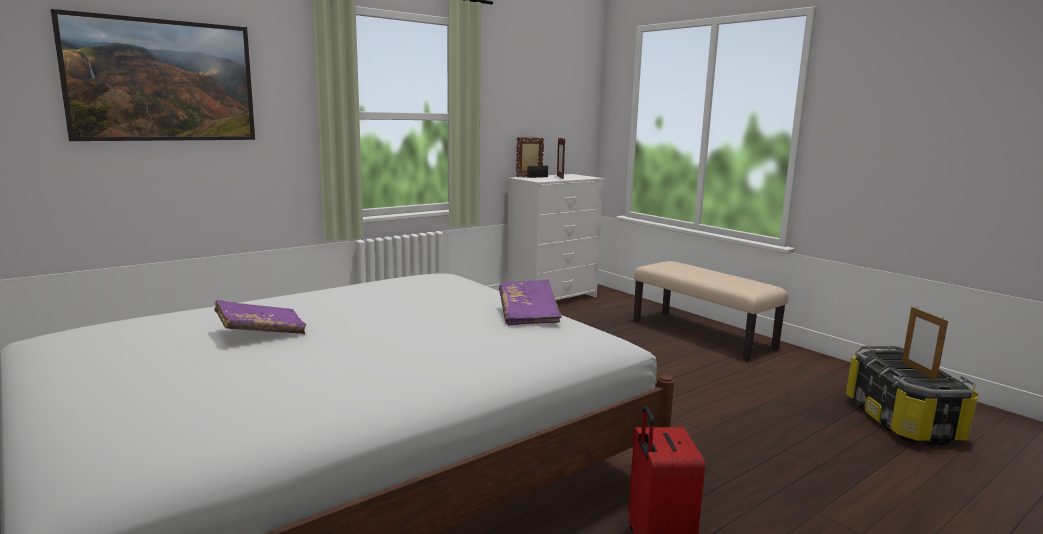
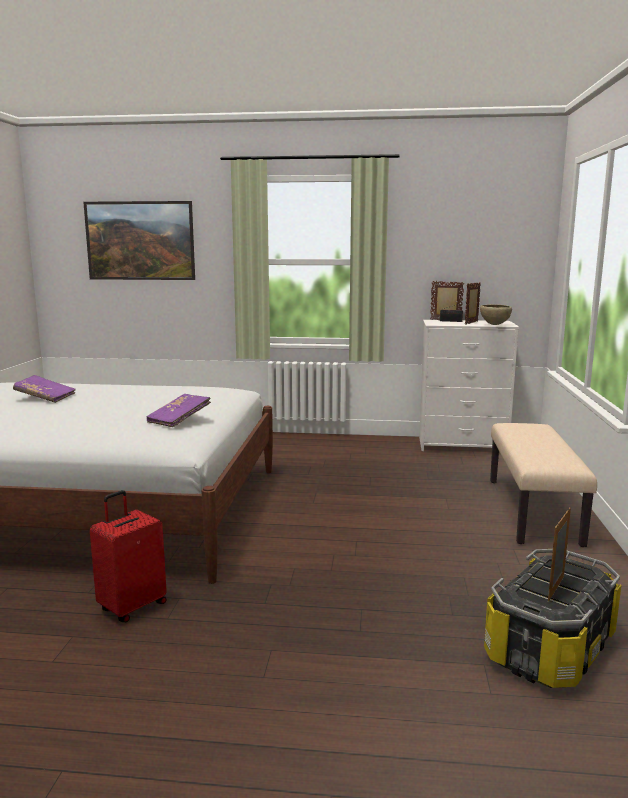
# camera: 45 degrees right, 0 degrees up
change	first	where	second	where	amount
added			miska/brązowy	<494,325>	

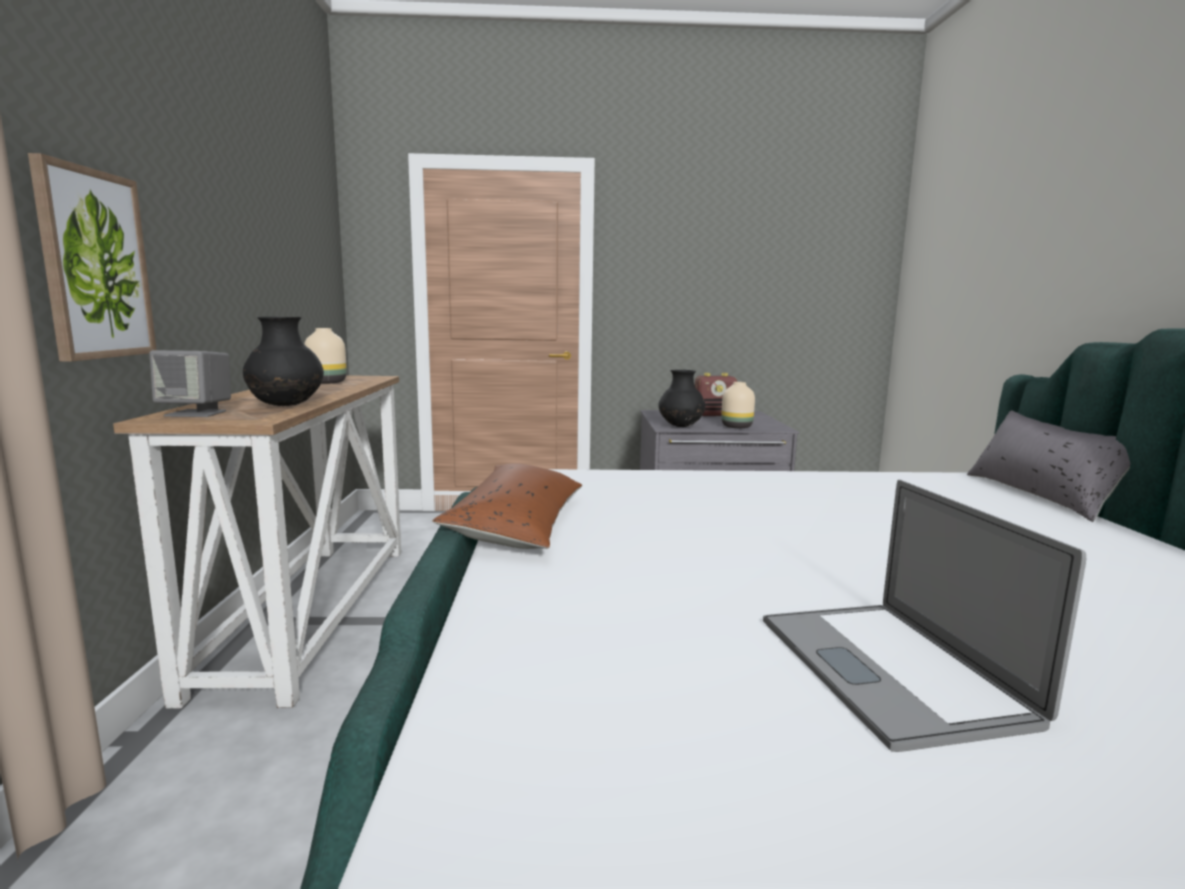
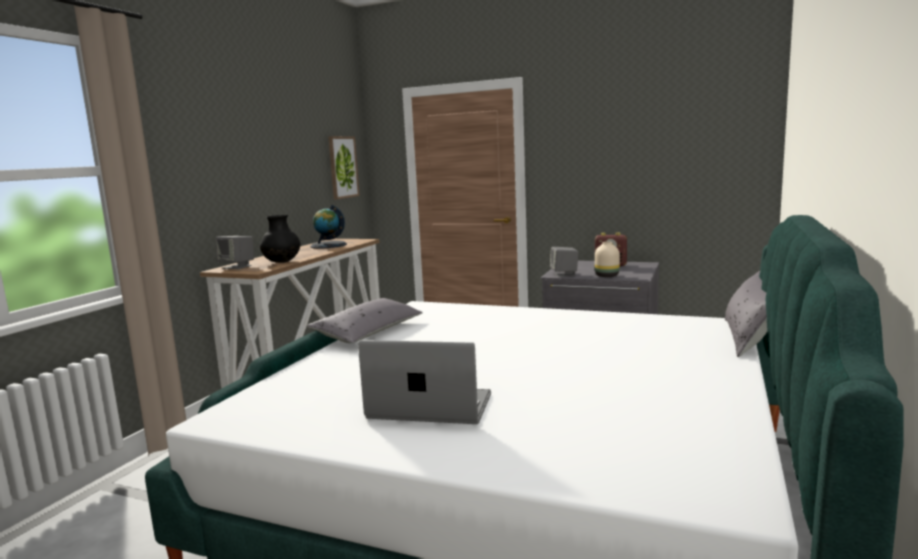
# camera: 25 degrees right, 0 degrees up
change	first	where	second	where	amount
moved	obraz	<94,265>		<343,167>	
replaced	wazon/beżowy	<326,383>	globus	<328,245>	
recoloured	poduszka/brązowy	<518,524>	poduszka/szary	<368,332>	
replaced	wazon/czarny	<681,426>	głośnik/szary	<564,275>	
turned	laptop	<889,668>		<430,406>	90 degrees clockwise

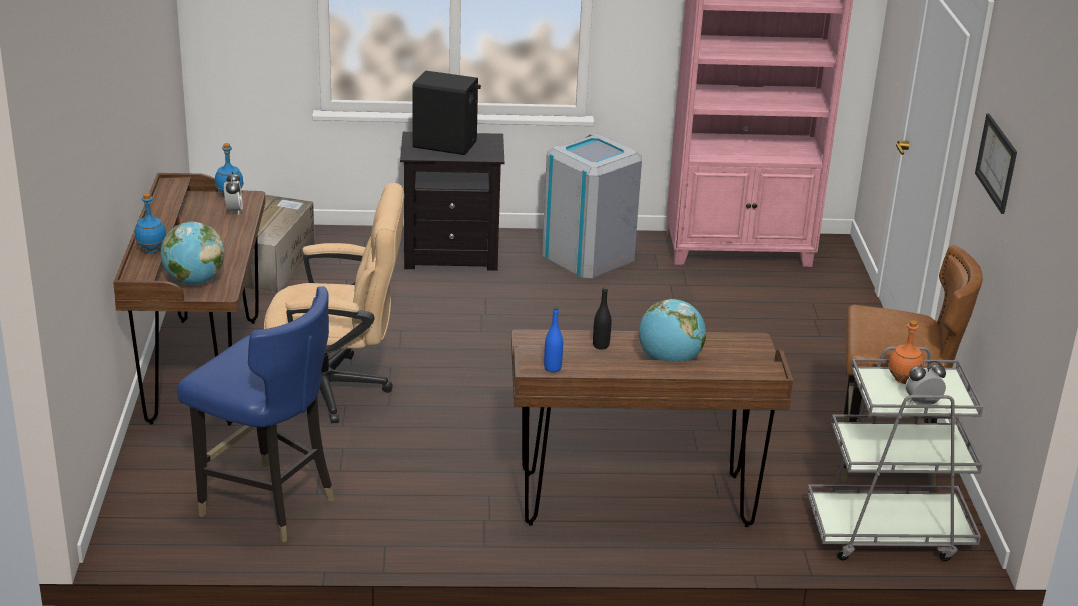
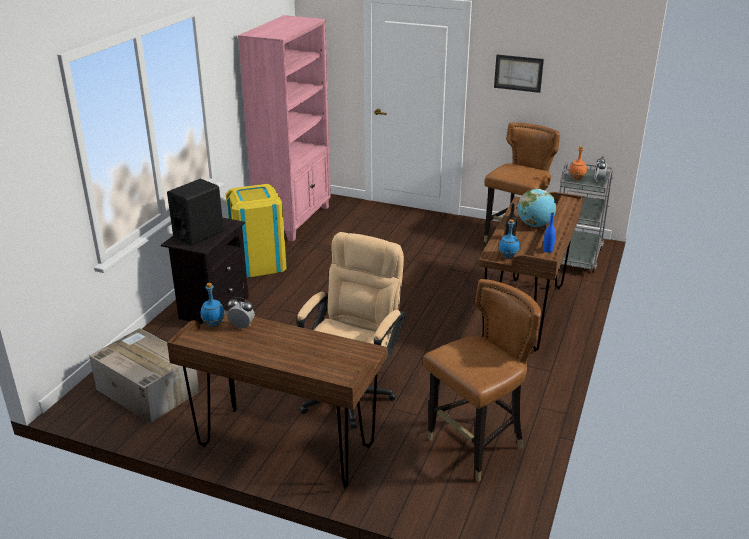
# camera: 65 degrees left, 0 degrees up
change	first	where	second	where	amount
moved	butelka/niebieski	<151,250>		<508,257>	
removed	globus	<194,281>			
recoloured	krzesło/niebieski	<267,504>	krzesło/brązowy	<476,447>	
recoloured	kosz na śmieci/szary	<588,256>	kosz na śmieci/żółty	<259,263>	

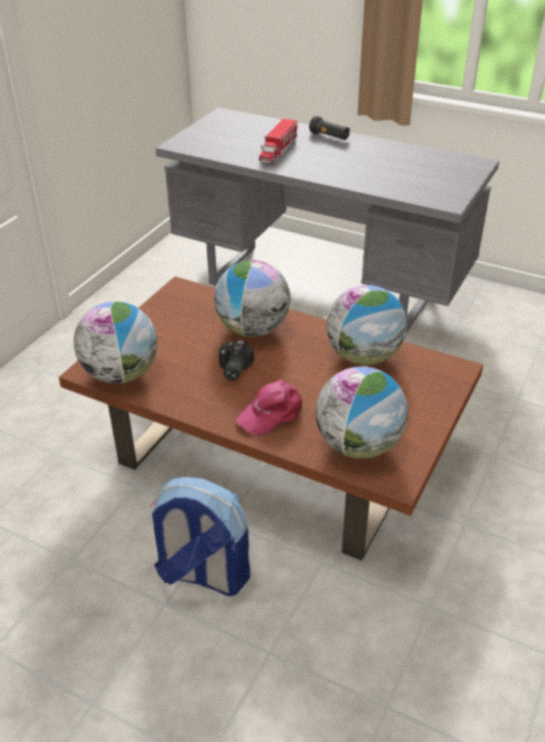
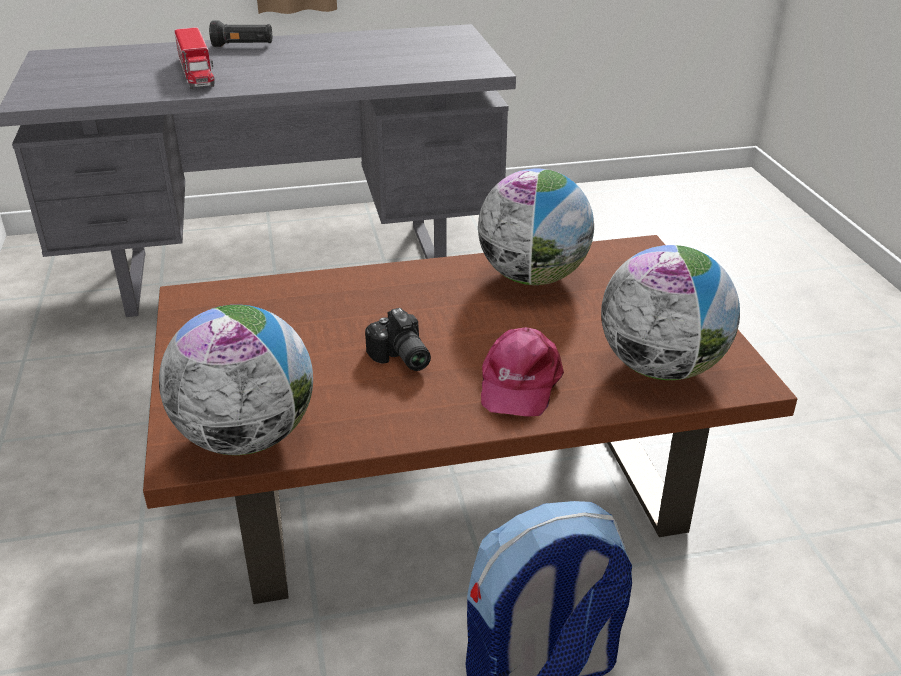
# camera: 40 degrees left, 5 degrees down
change	first	where	second	where	amount
removed	globus	<252,329>			

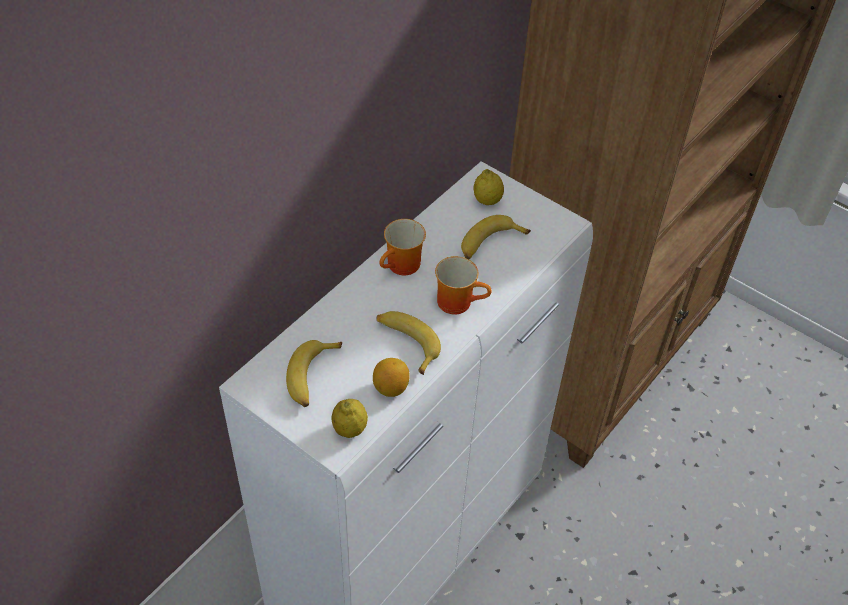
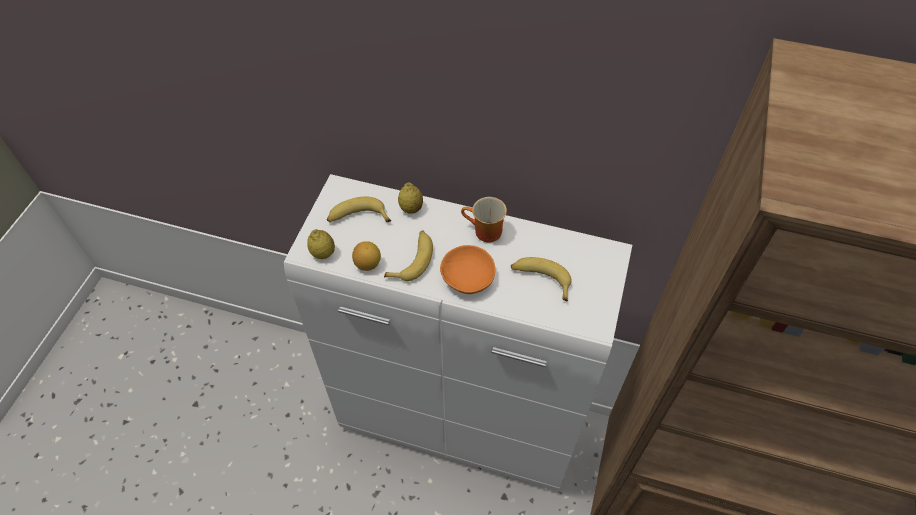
# camera: 70 degrees right, 5 degrees up
change	first	where	second	where	amount
replaced	kubek	<459,301>	miska/pomarańczowy	<469,278>	
moved	cytryna	<487,201>		<411,208>	

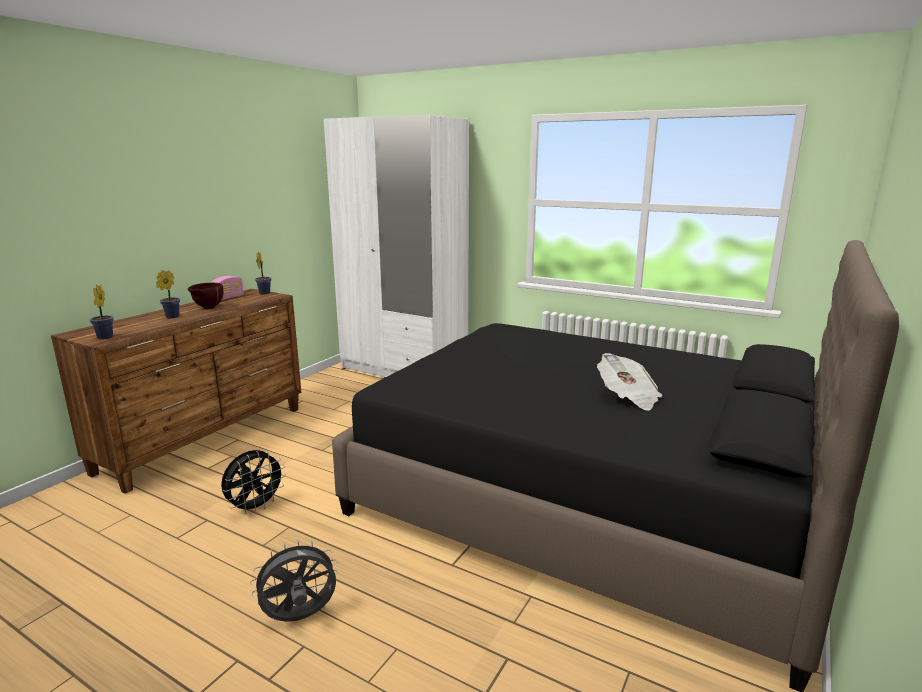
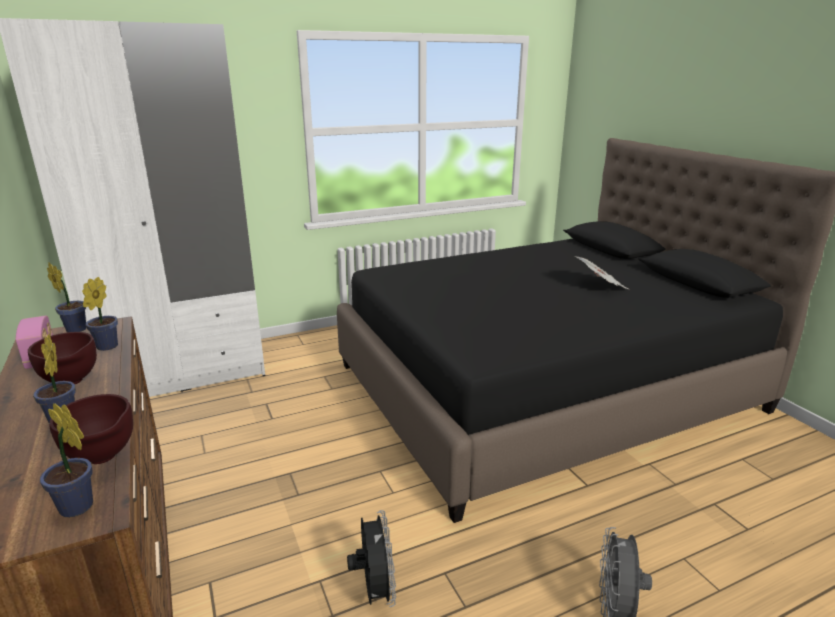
# camera: 55 degrees left, 5 degrees up
change	first	where	second	where	amount
added			miska/brązowy	<103,459>	
added			roślina doniczkowa	<105,347>	

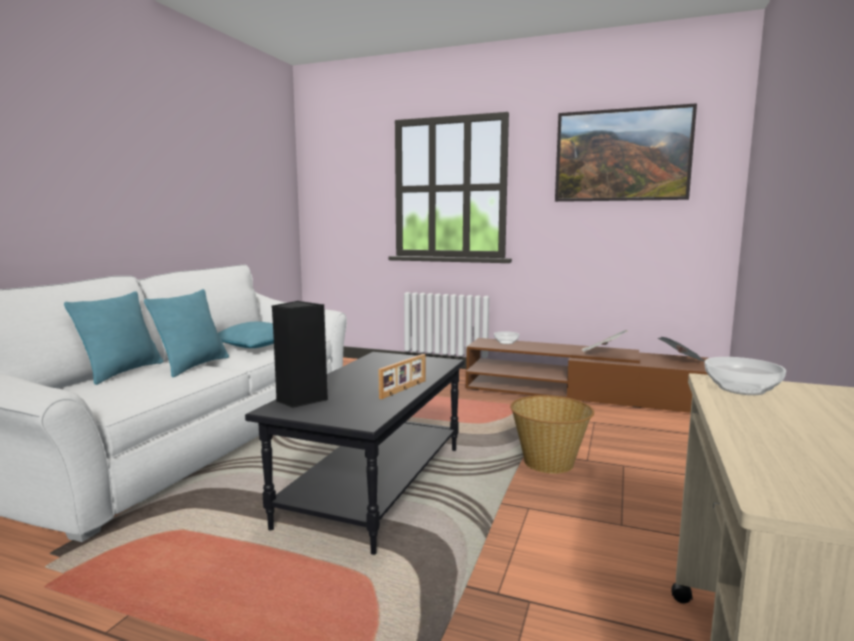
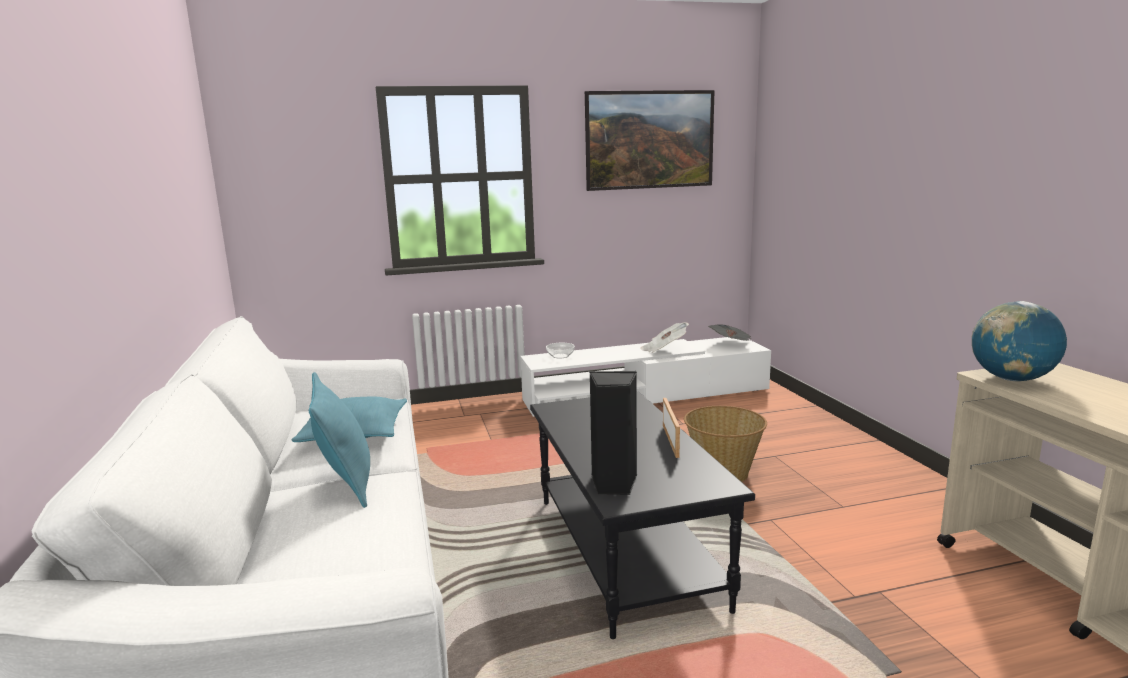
# camera: 35 degrees left, 5 degrees up
change	first	where	second	where	amount
removed	poduszka/turkusowy	<122,372>			
recoloured	szafka pod telewizor/brązowy	<581,394>	szafka pod telewizor/biały	<646,395>	
replaced	miska	<740,389>	globus	<1012,379>	

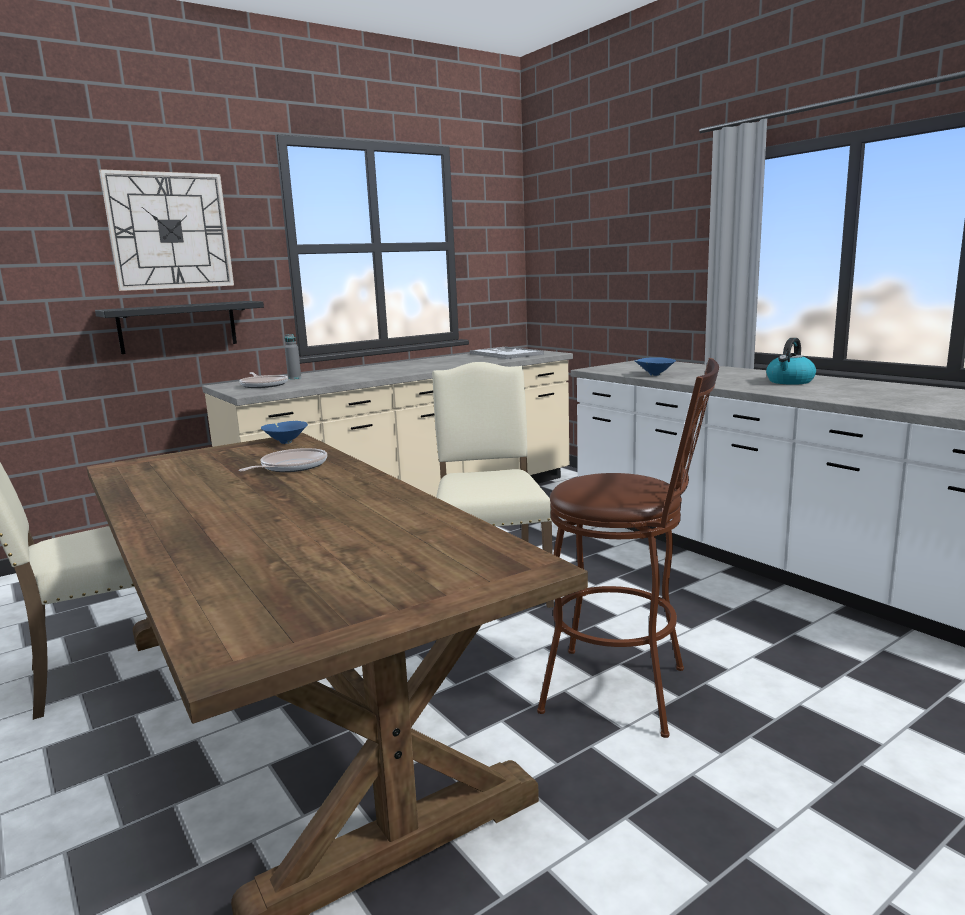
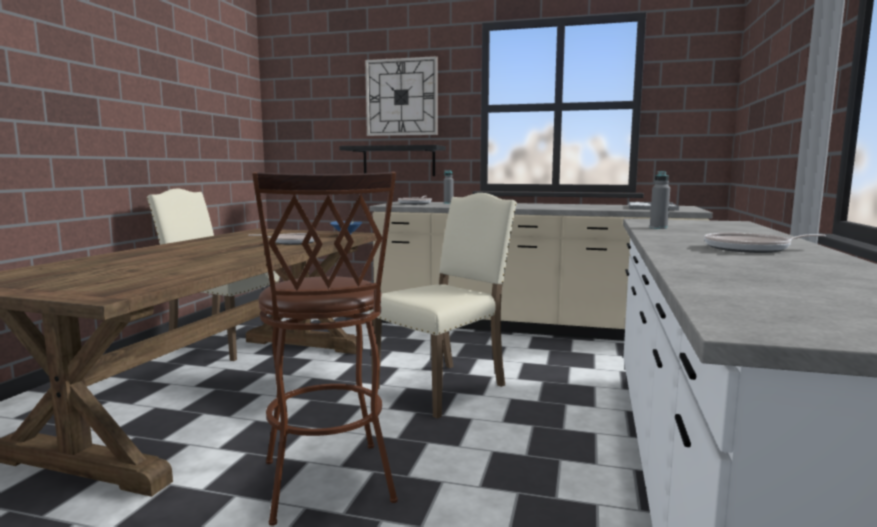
# camera: 50 degrees right, 5 degrees down
change	first	where	second	where	amount
replaced	miska/niebieski	<653,375>	butelka/szary	<658,228>	
replaced	czajnik	<790,381>	patelnia	<750,249>	

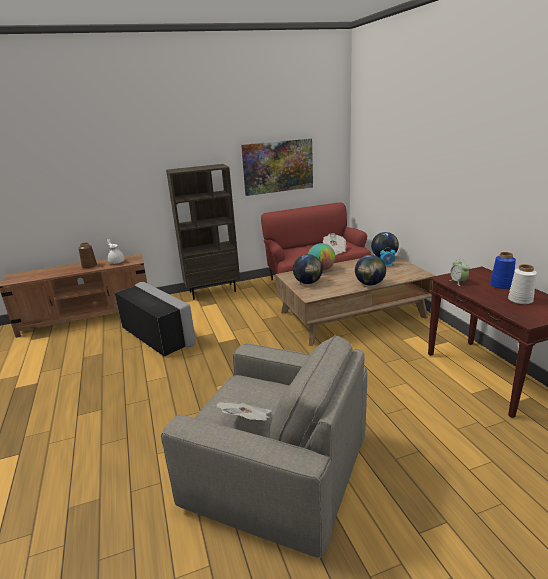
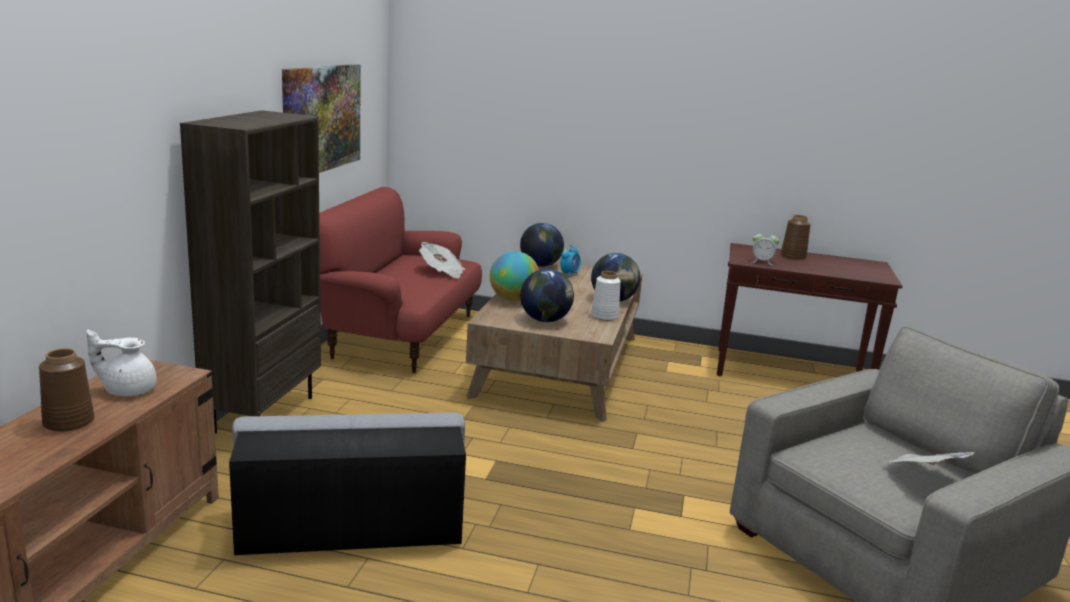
# camera: 60 degrees left, 5 degrees down
change	first	where	second	where	amount
recoloured	wazon/niebieski	<501,285>	wazon/brązowy	<792,256>	
moved	wazon/biały	<520,300>		<605,316>	

